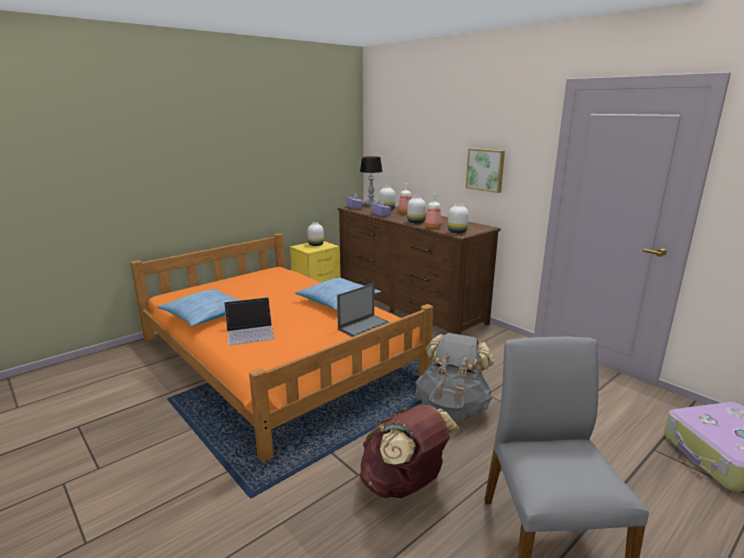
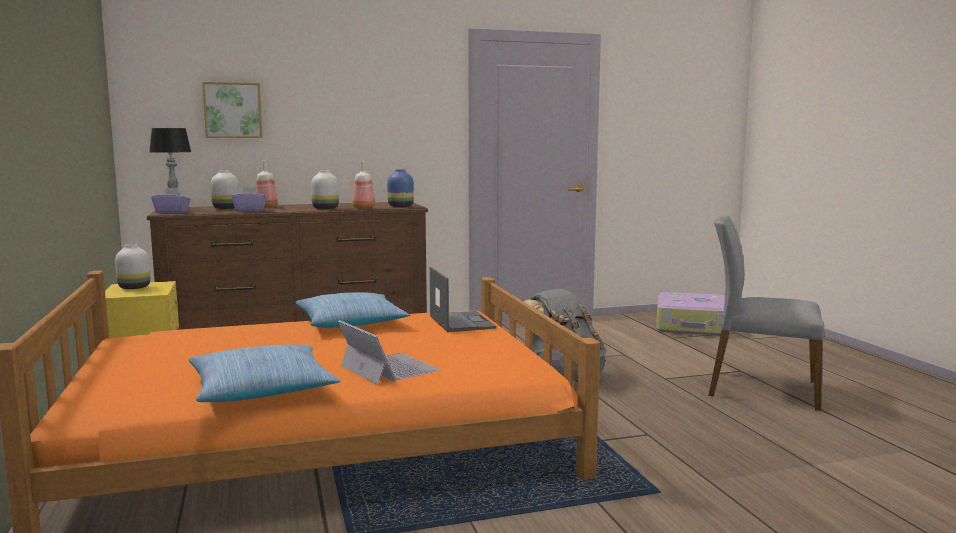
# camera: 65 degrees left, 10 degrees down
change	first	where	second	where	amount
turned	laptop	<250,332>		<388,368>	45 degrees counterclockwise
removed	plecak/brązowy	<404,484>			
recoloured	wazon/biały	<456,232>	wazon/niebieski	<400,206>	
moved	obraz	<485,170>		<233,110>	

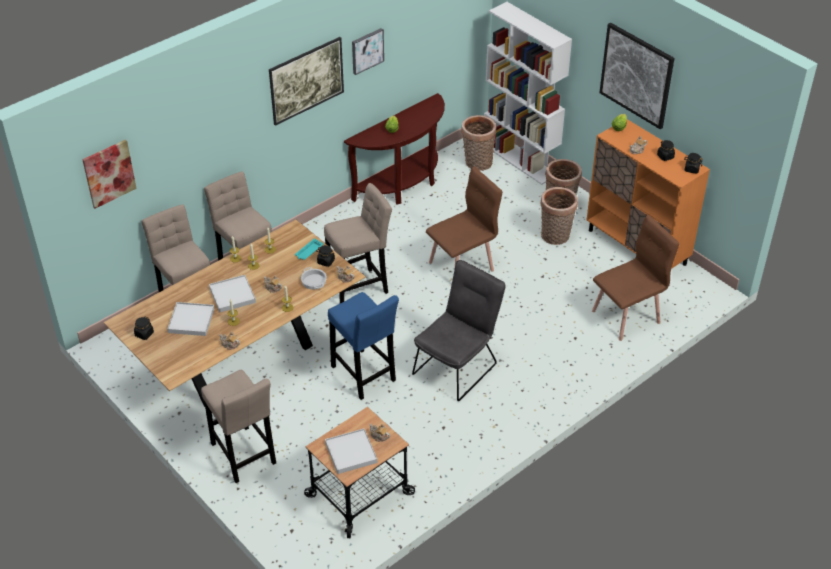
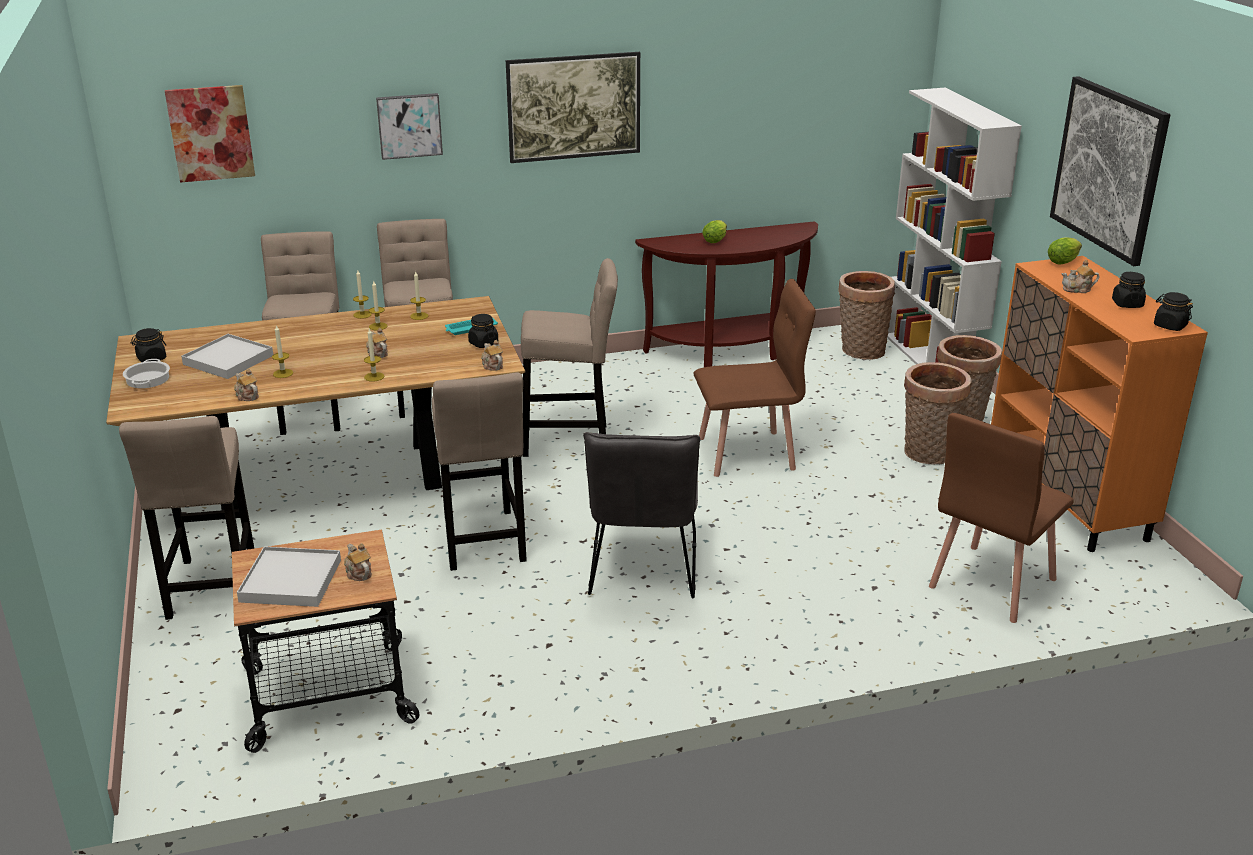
# camera: 25 degrees right, 15 degrees down
change	first	where	second	where	amount
removed	taca/biały	<232,295>			
moved	garnek	<313,281>		<147,379>	
recoloured	stołek/niebieski	<364,376>	stołek/beżowy	<483,543>	
moved	obraz	<367,50>		<409,125>	
turned	krzesło/szary	<458,366>		<642,570>	120 degrees clockwise
turned	krzesło/brązowy	<626,316>		<991,583>	135 degrees clockwise

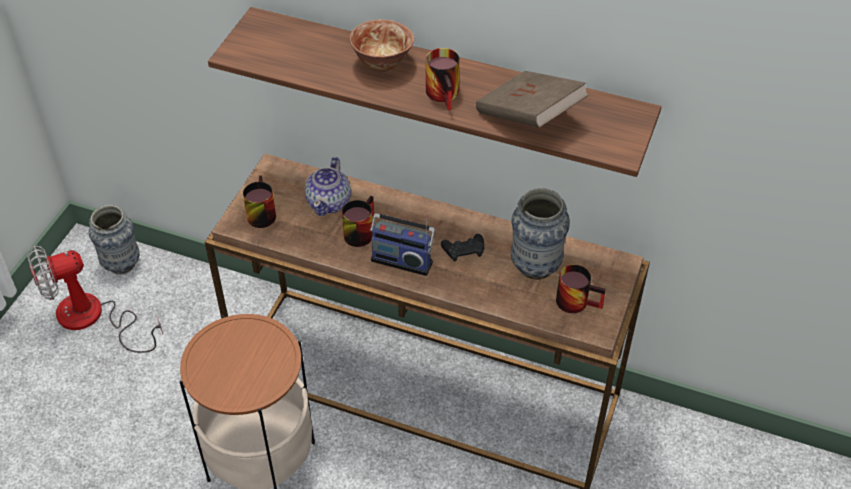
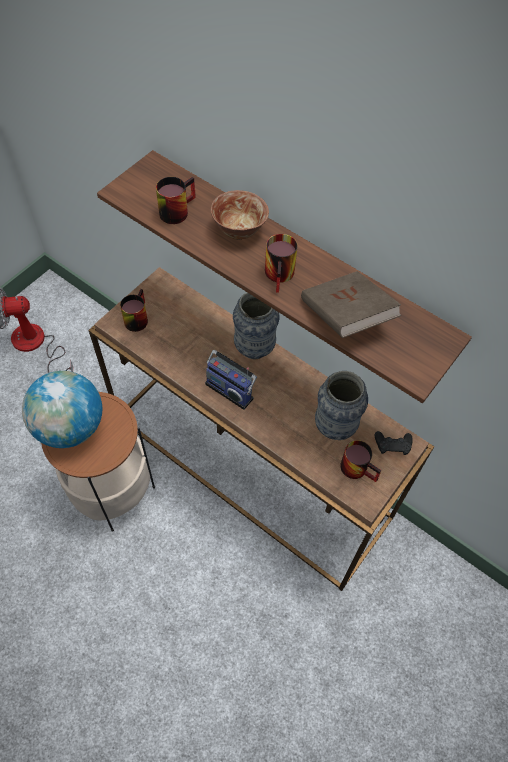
# camera: 15 degrees right, 10 degrees up
change	first	where	second	where	amount
moved	wazon	<122,265>		<254,348>	
removed	imbryk	<329,202>			
moved	kubek	<358,231>		<175,209>	
moved	pad do gier/czarny	<463,250>		<392,444>	
added			globus	<70,427>	

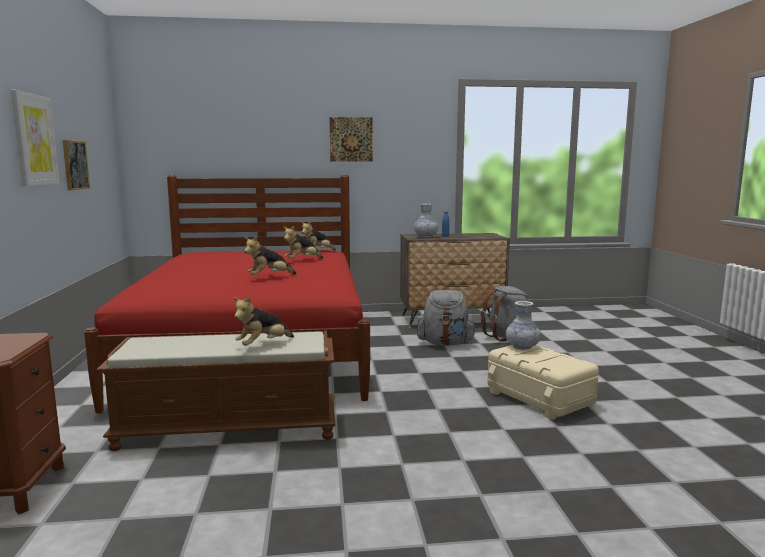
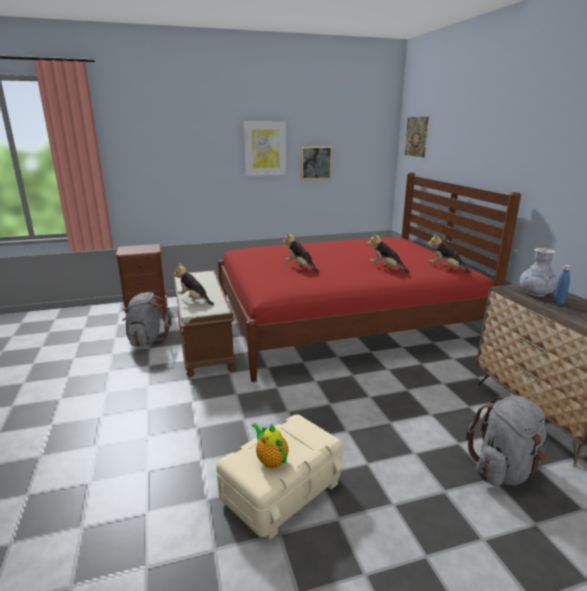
# camera: 80 degrees right, 10 degrees up
change	first	where	second	where	amount
moved	obraz	<351,139>		<416,136>	
moved	plecak/szary	<445,343>		<147,340>	
removed	wazon	<522,347>			
added			imbryk	<271,460>	

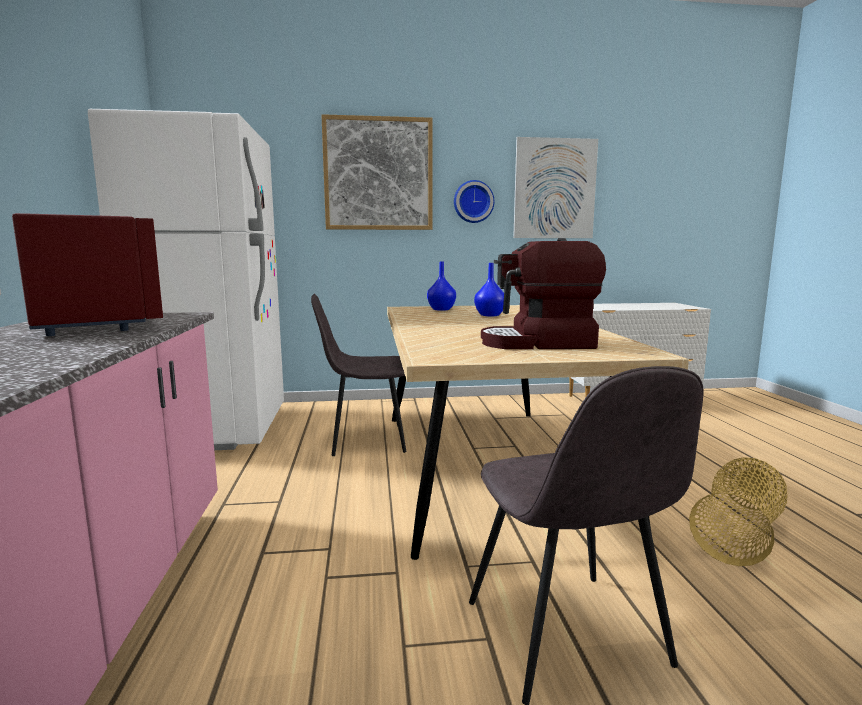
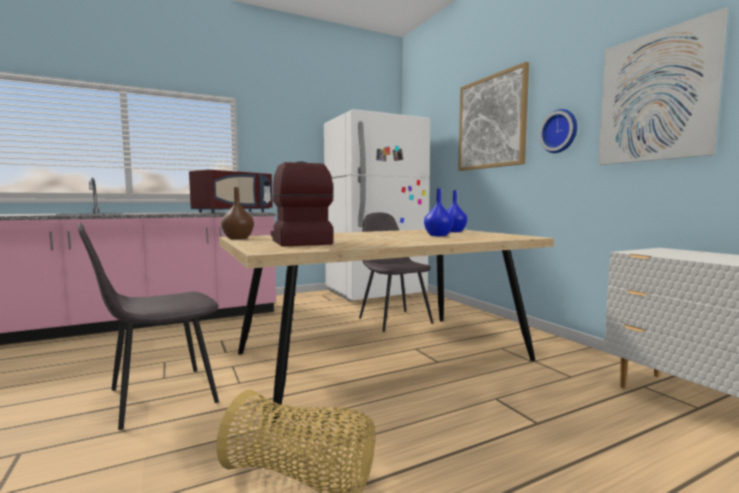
# camera: 70 degrees right, 5 degrees down
change	first	where	second	where	amount
added			wazon/brązowy	<237,238>	

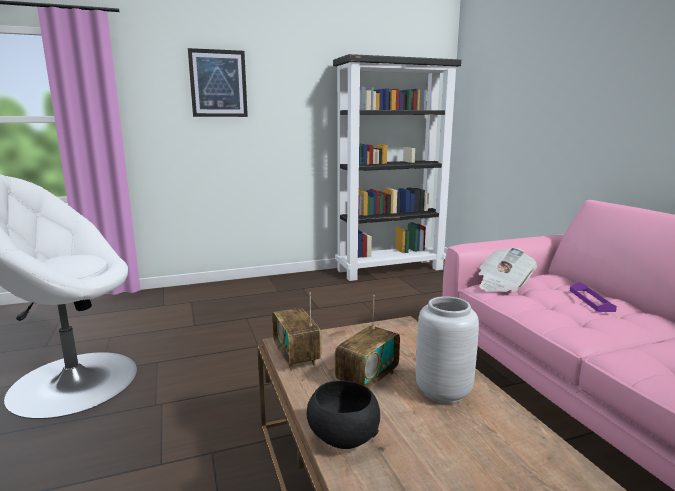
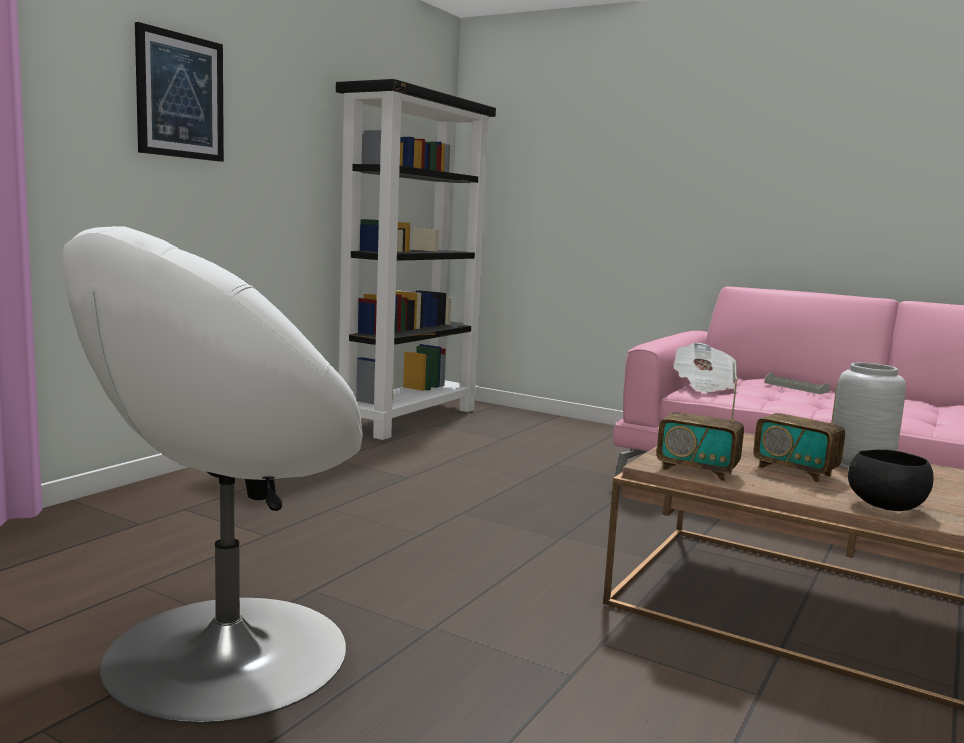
# camera: 40 degrees left, 5 degrees down
change	first	where	second	where	amount
turned	radio	<367,379>		<795,471>	135 degrees clockwise
recoloured	taca/fioletowy	<591,300>	taca/szary	<796,387>	

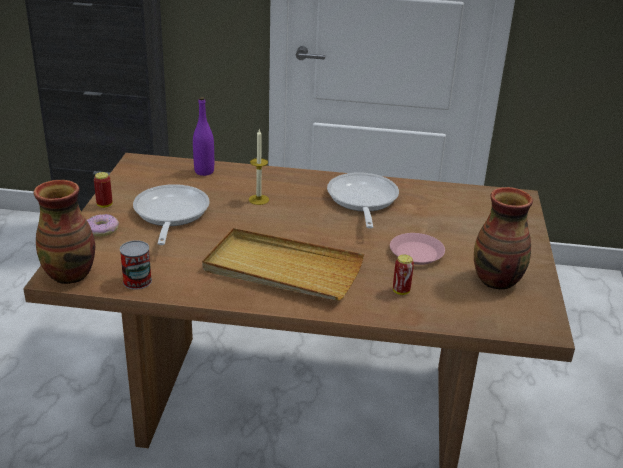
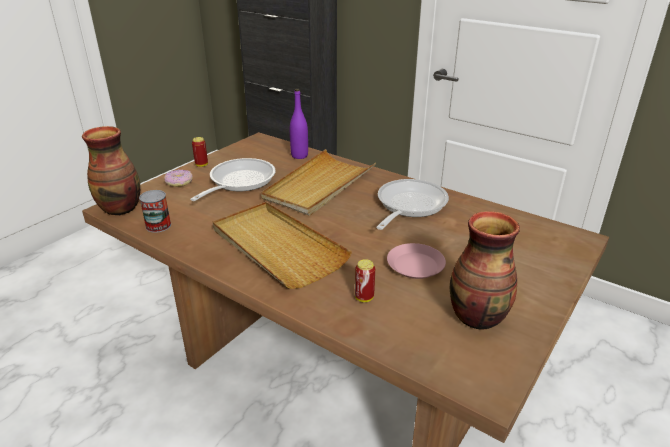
# camera: 30 degrees right, 0 degrees up
change	first	where	second	where	amount
replaced	świeca	<258,199>	taca/beżowy	<319,185>	

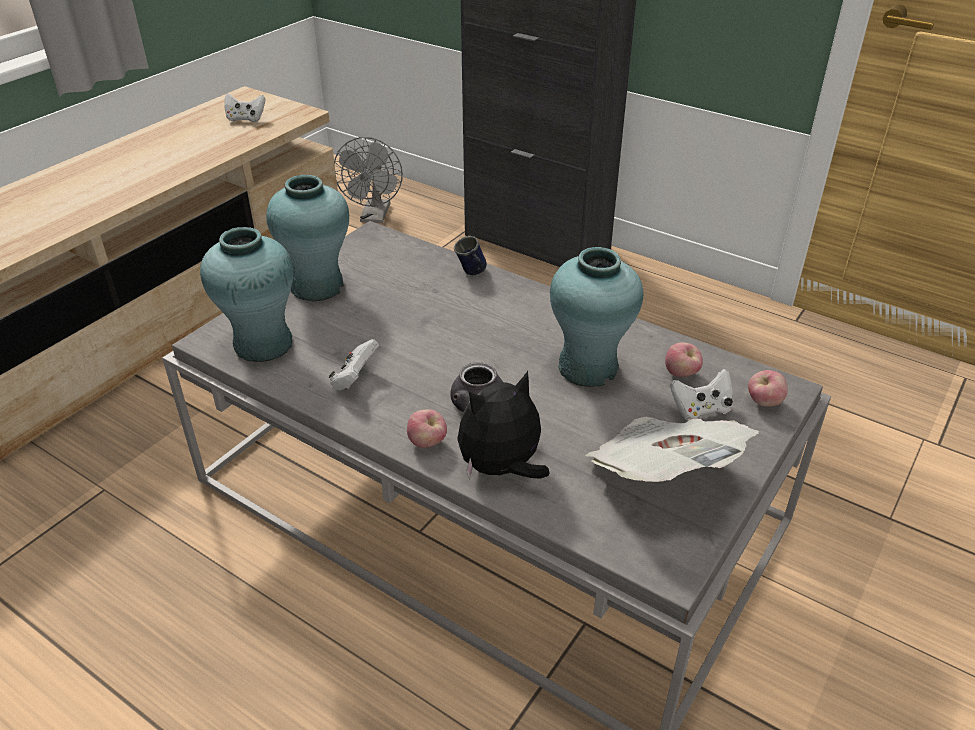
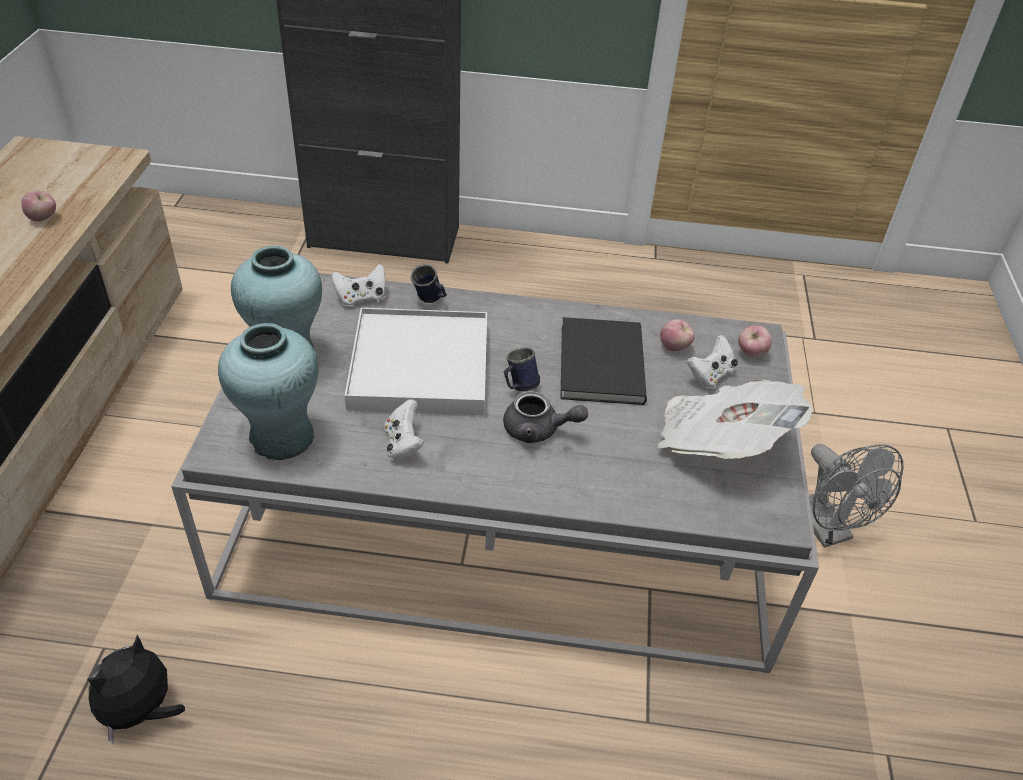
# camera: 30 degrees left, 5 degrees up
change	first	where	second	where	amount
moved	pad do gier/biały	<246,119>		<361,298>	
moved	wentylator/szary	<374,217>		<828,530>	
moved	jabłko	<427,443>		<43,218>	
moved	pluszak	<501,469>		<142,711>	
replaced	wazon/turkusowy	<588,367>	książka/czarny	<598,365>	
added			taca/biały	<420,367>	
added			kubek/niebieski	<518,386>	

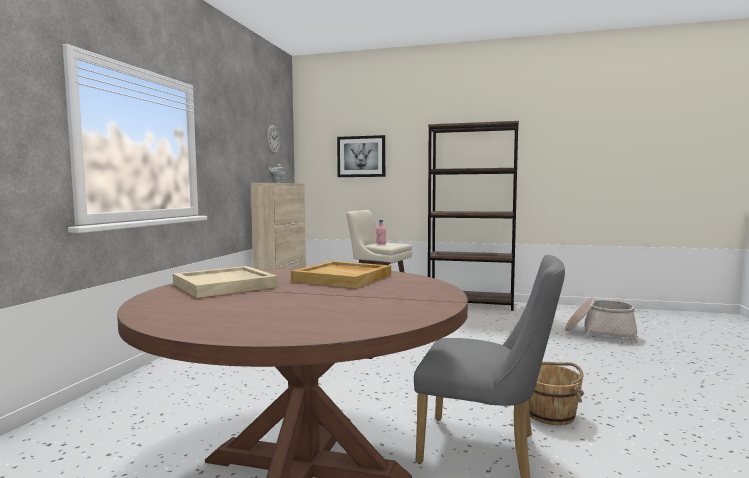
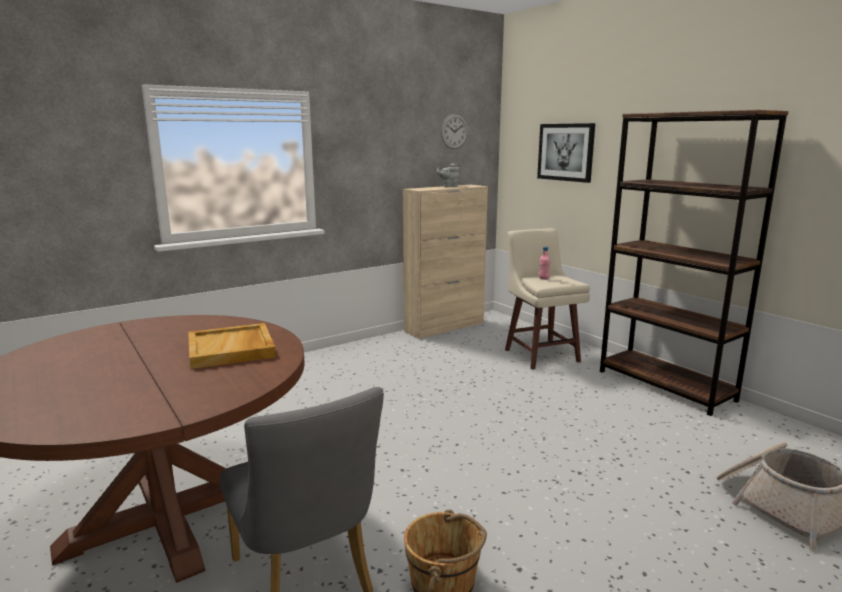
# camera: 40 degrees right, 10 degrees up
change	first	where	second	where	amount
removed	taca/beżowy	<225,285>			

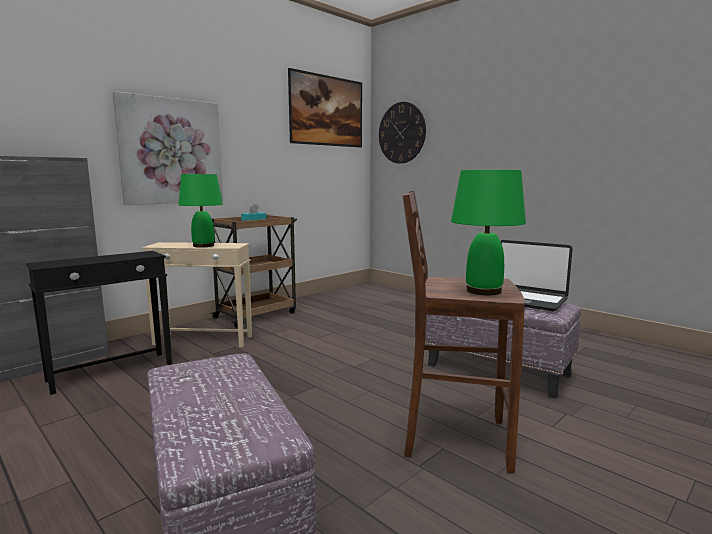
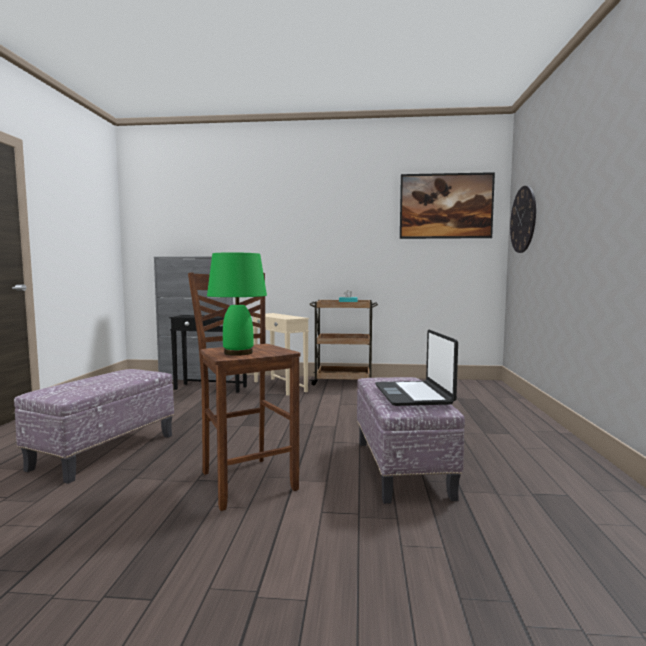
# camera: 50 degrees right, 5 degrees down
change	first	where	second	where	amount
removed	obraz	<171,151>			
removed	lampa stołowa/zielony	<203,246>			

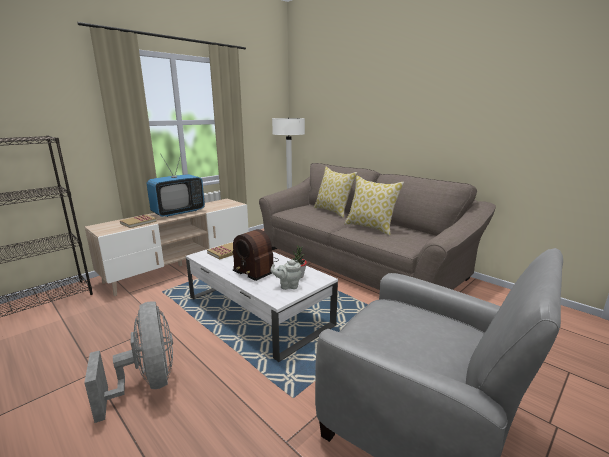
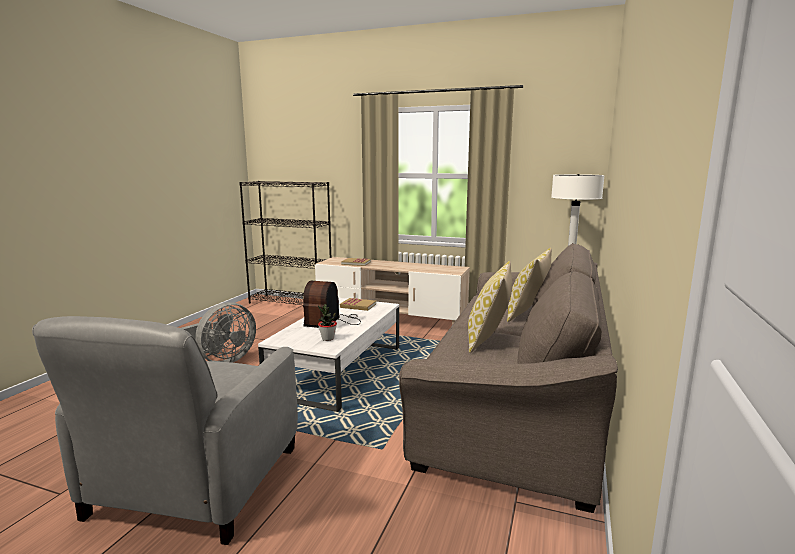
# camera: 65 degrees right, 5 degrees down
change	first	where	second	where	amount
removed	telewizor	<178,212>			
removed	imbryk/szary	<288,286>			

